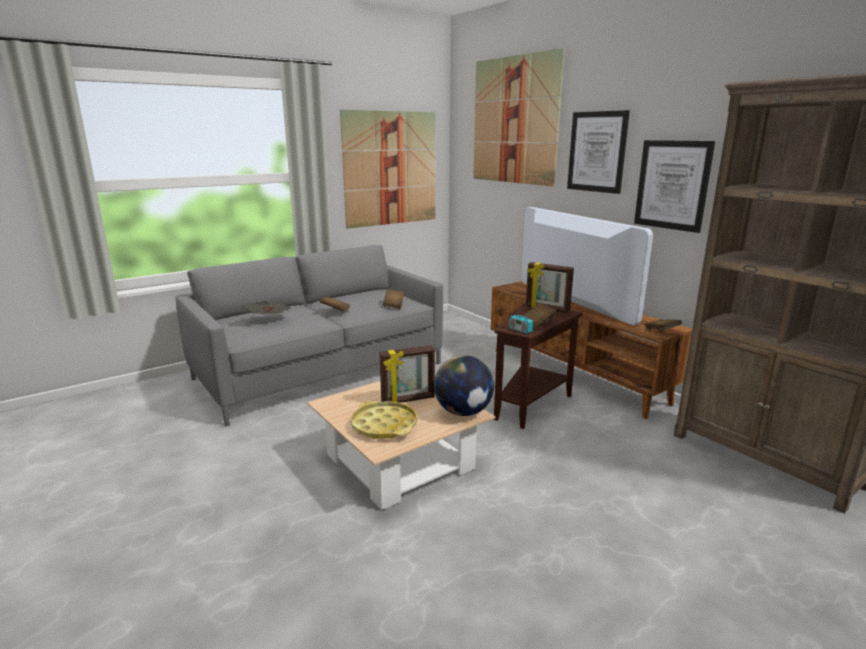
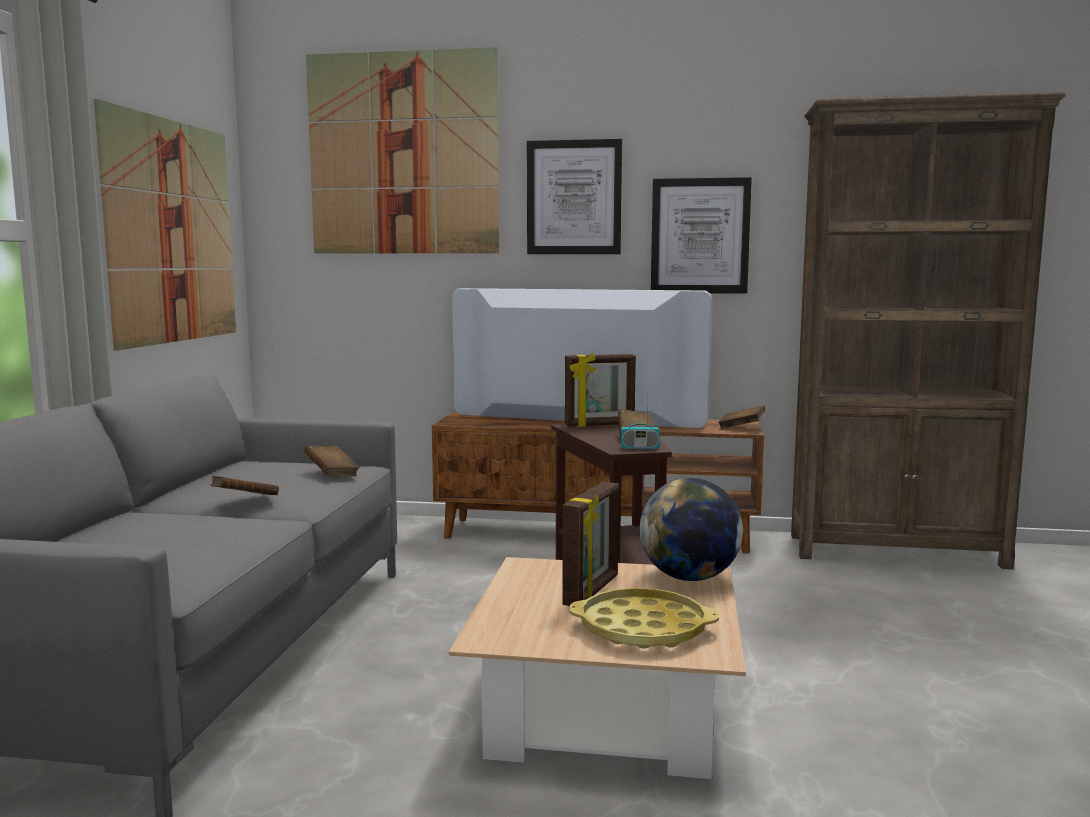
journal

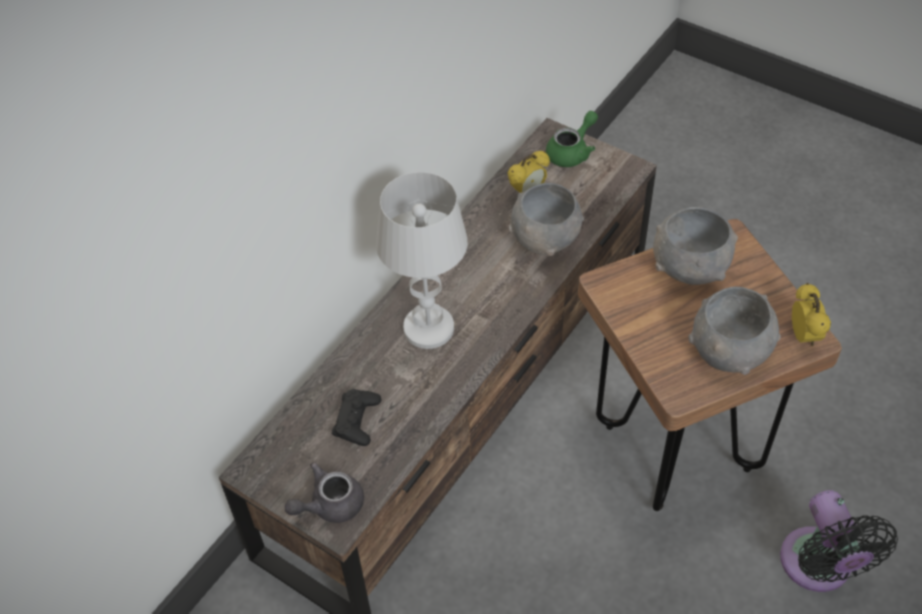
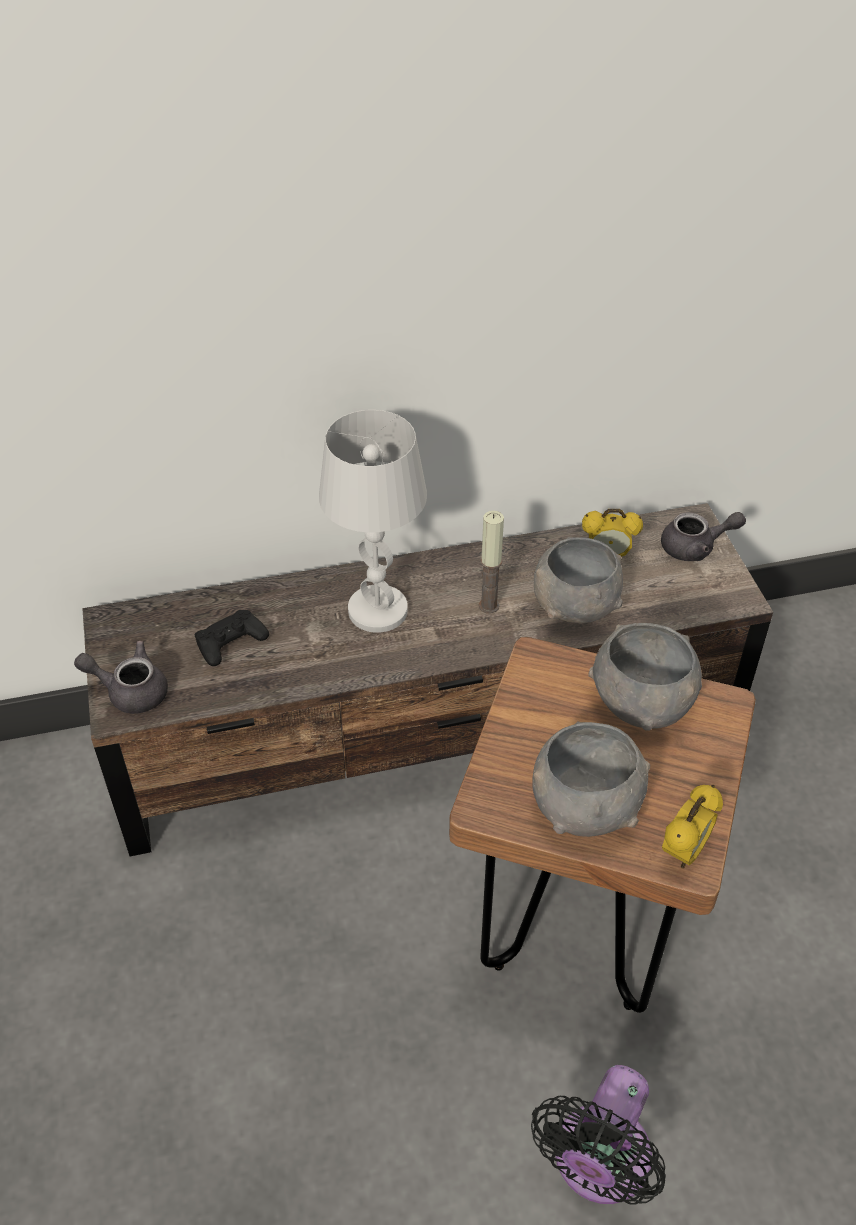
bougie
théière/gris (no. 2 from left)

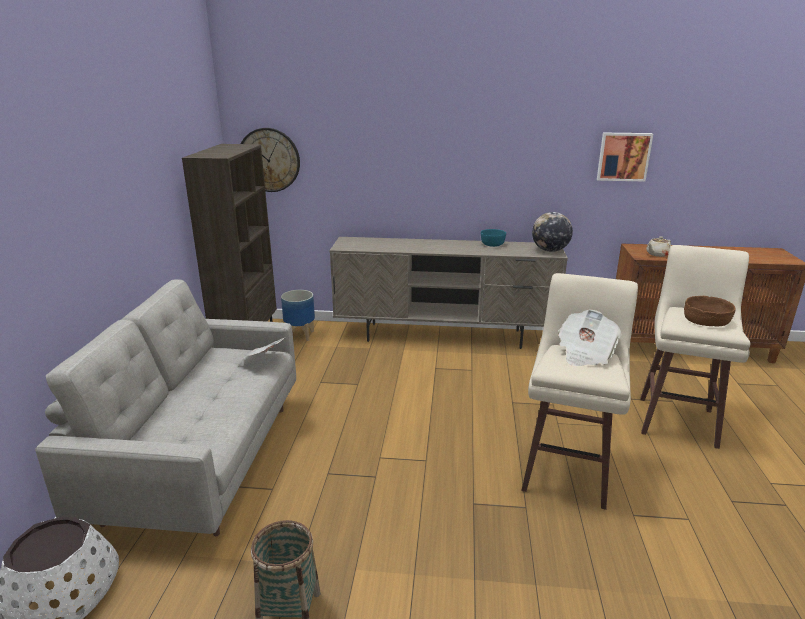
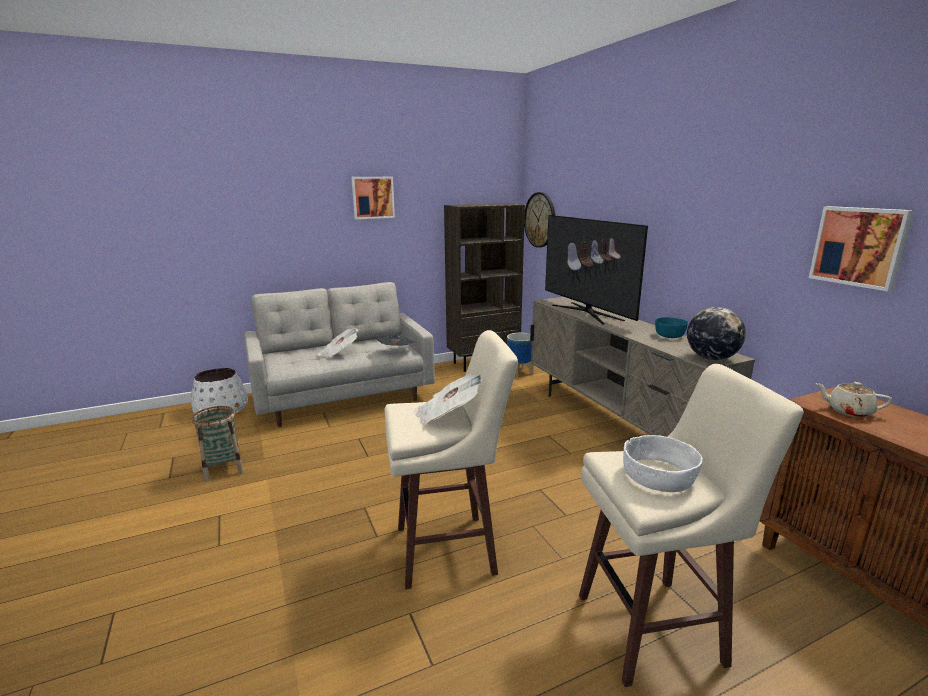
journal (no. 1 from left)
tableau (no. 1 from left)
téléviseur
bol/blanc

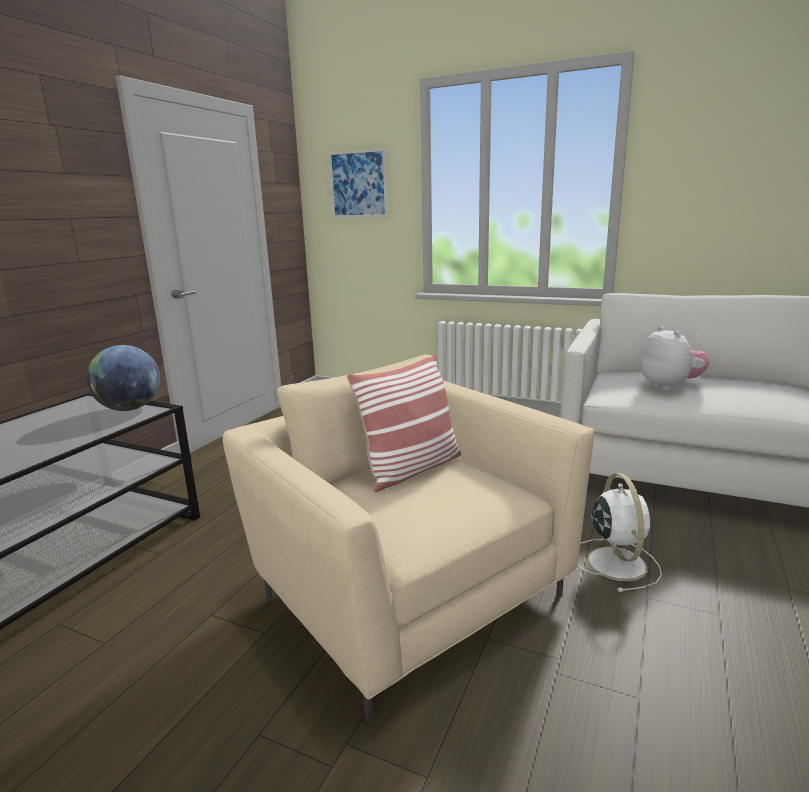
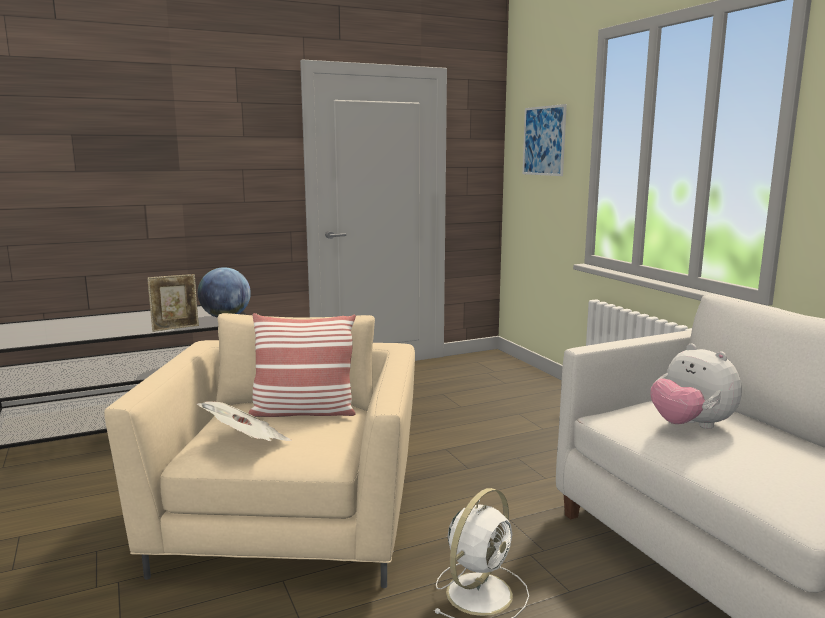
cadre photo
journal
peluche

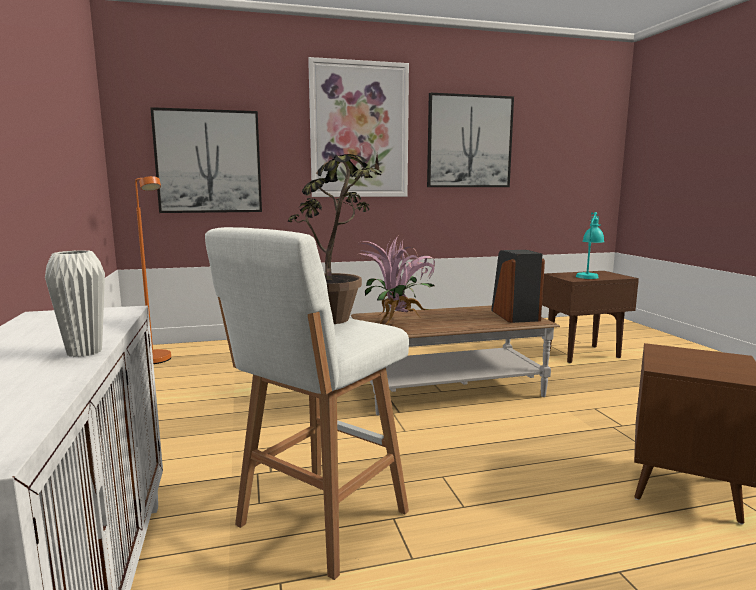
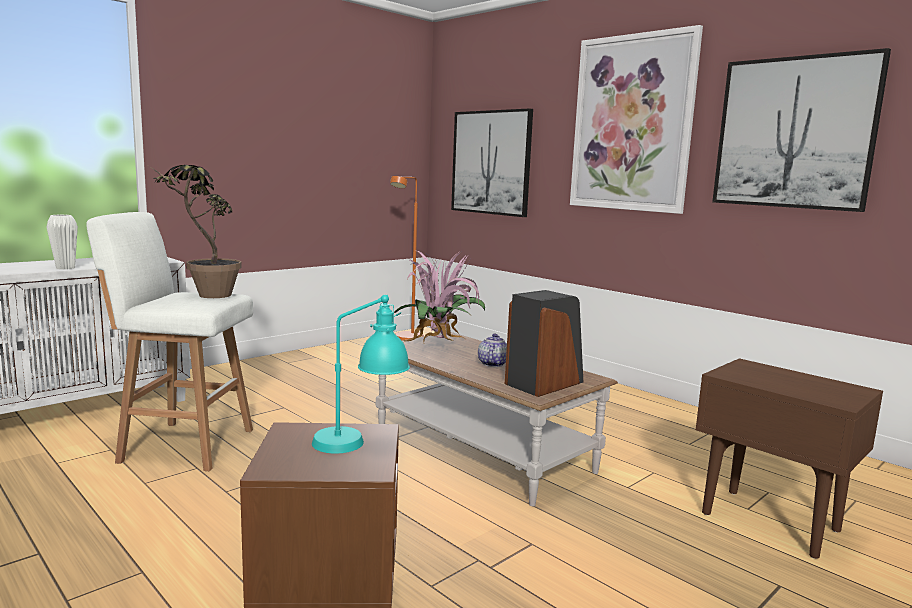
lampe de table/turquoise
théière

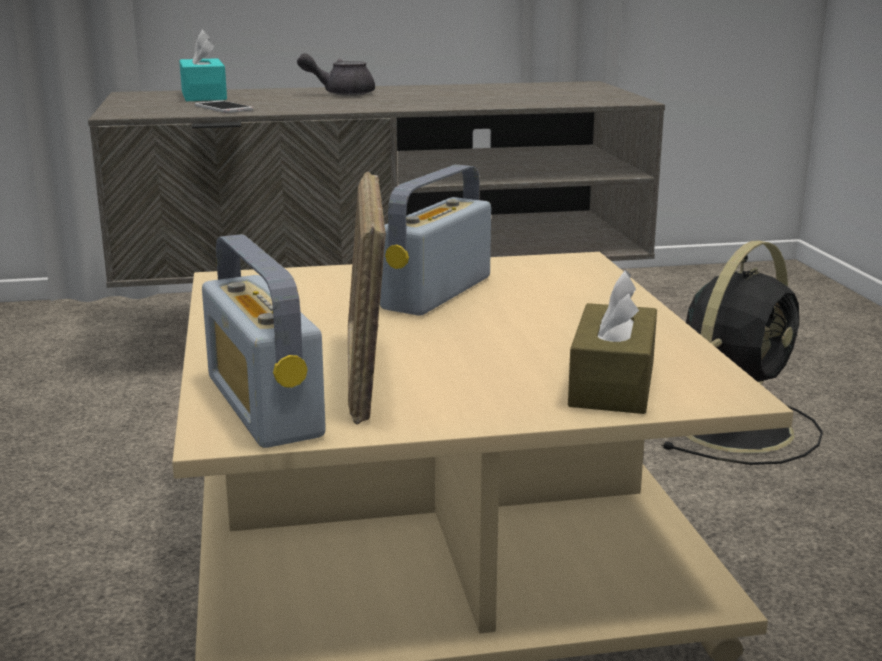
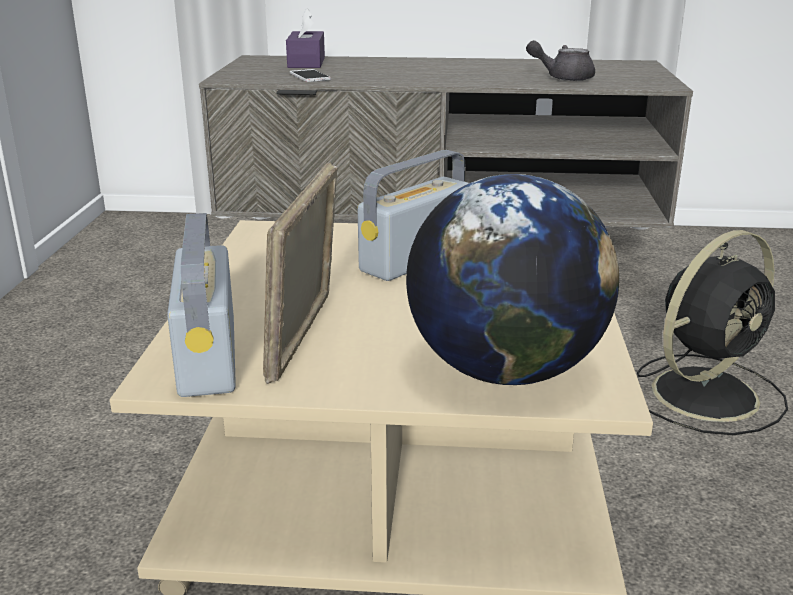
boîte à mouchoirs/violet
globe
théière/gris

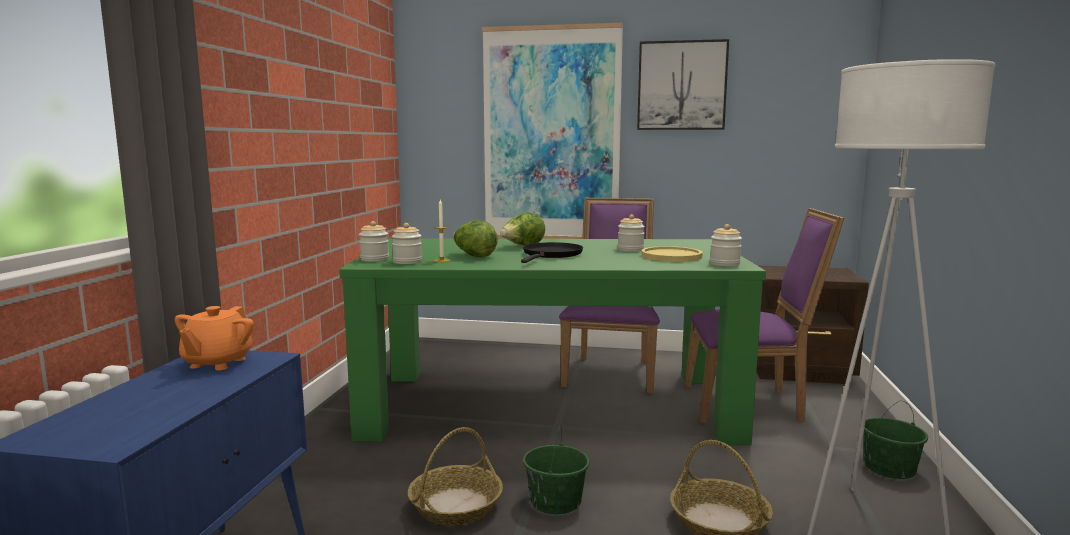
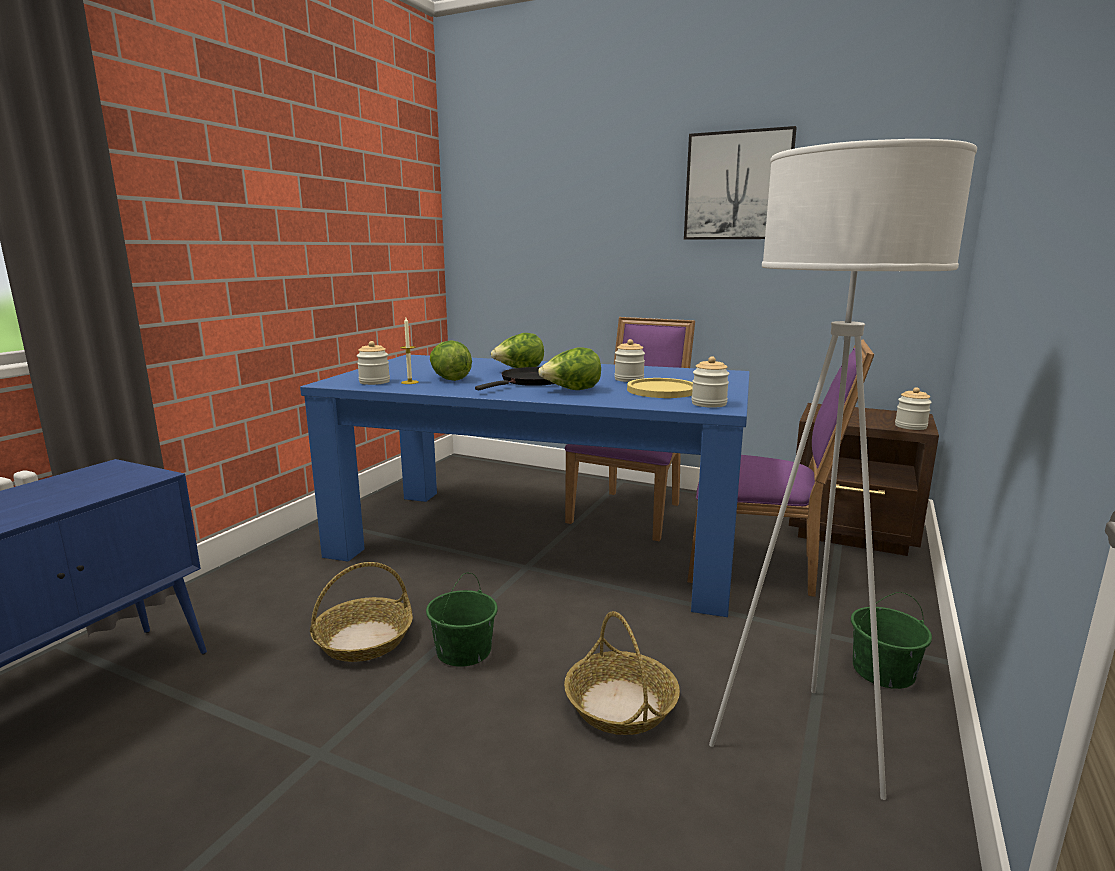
table à manger/bleu
laitue (no. 3 from left)
bocal (no. 4 from left)
théière/orange
tableau (no. 1 from left in the first image)

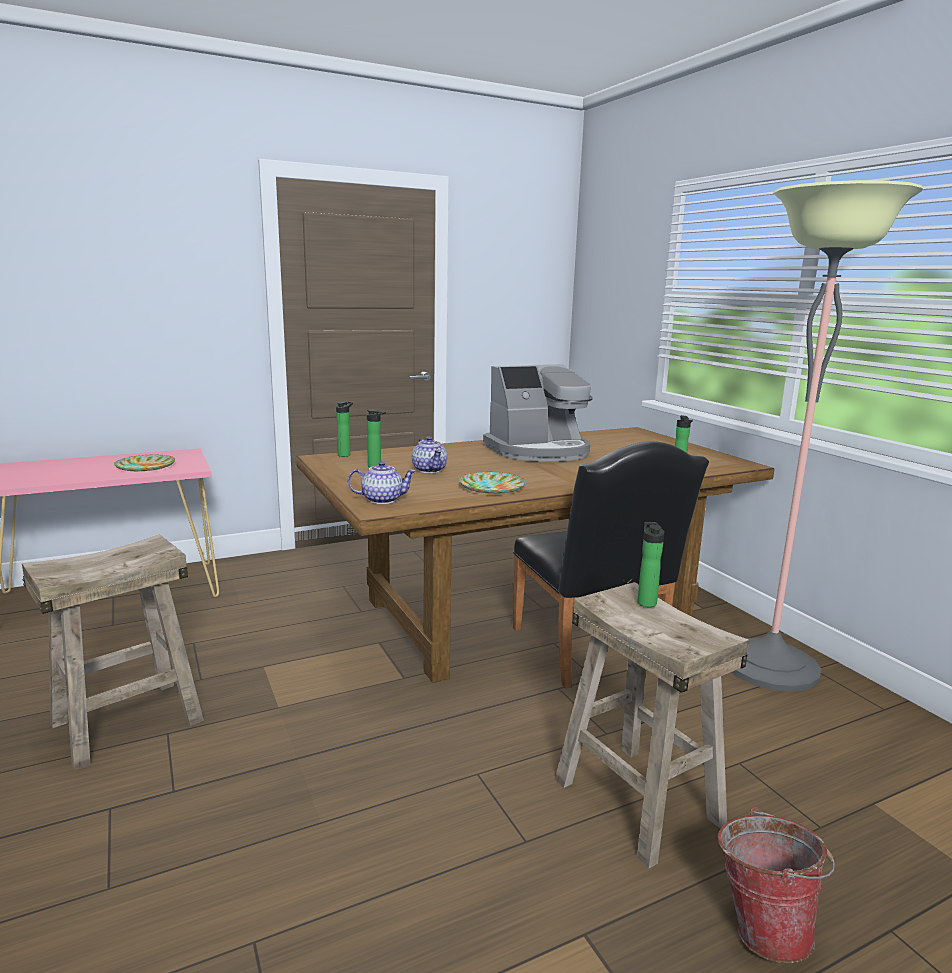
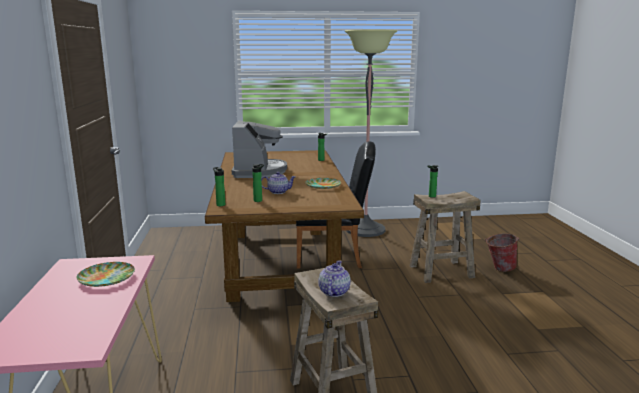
théière (no. 2 from left)

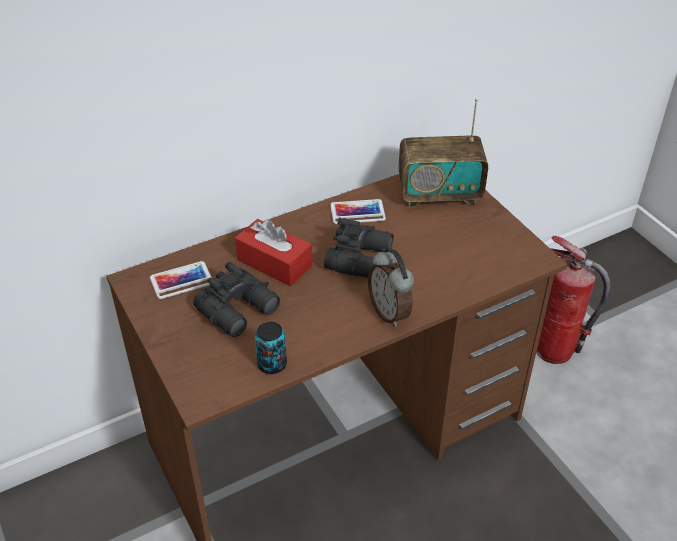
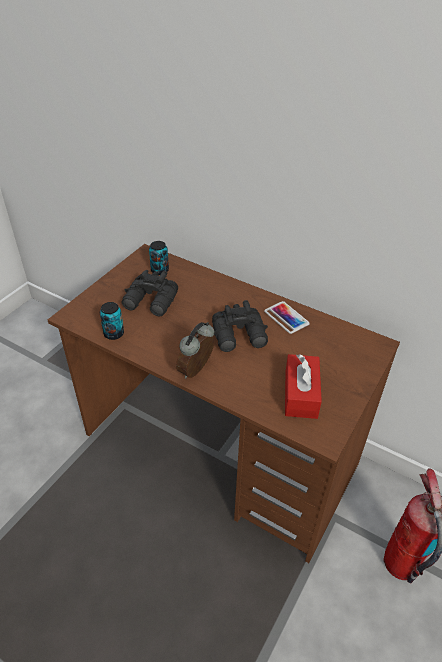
boîte métallique (no. 2 from left)
boîte à mouchoirs/rouge
radio

